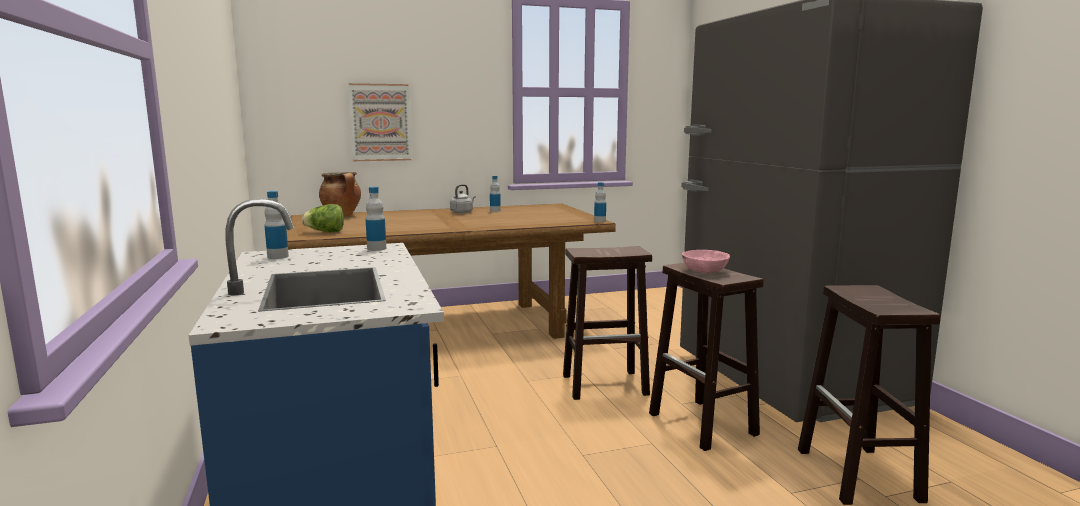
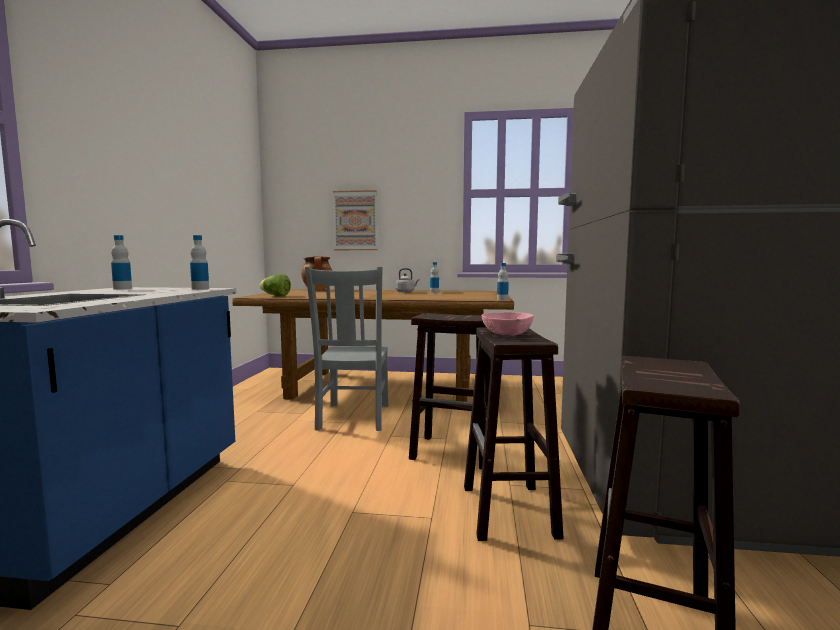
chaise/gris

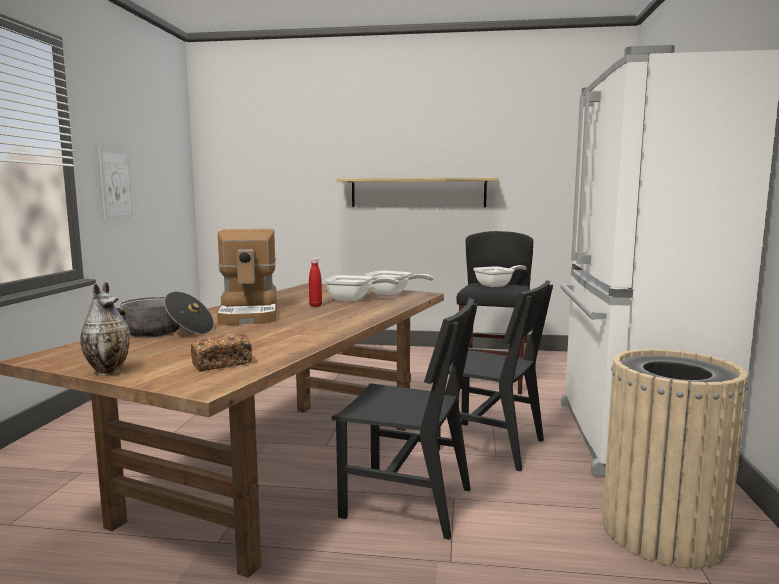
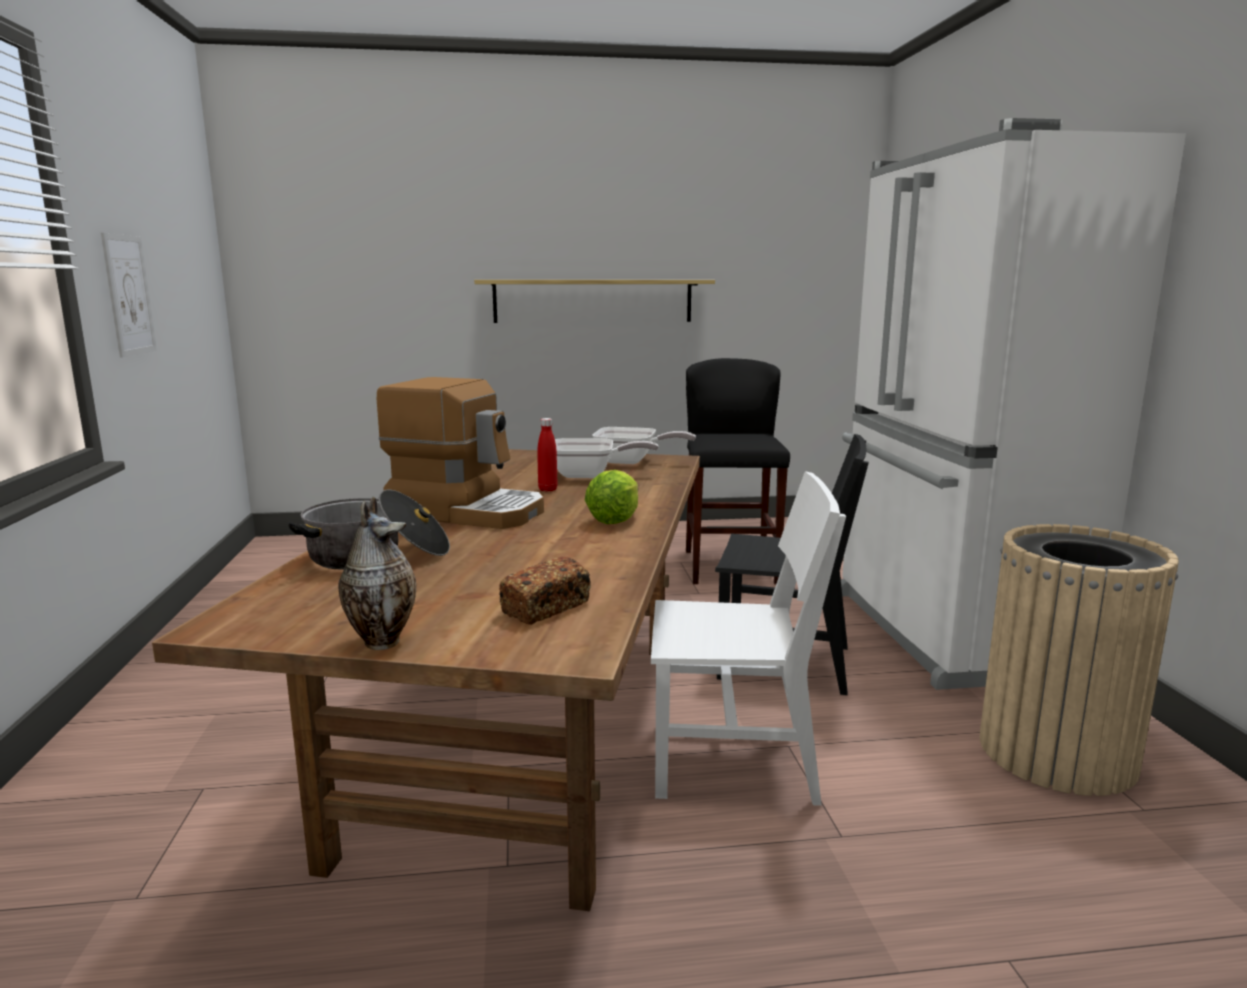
machine à café
laitue
chaise/blanc
poêle (no. 3 from left in the first image)

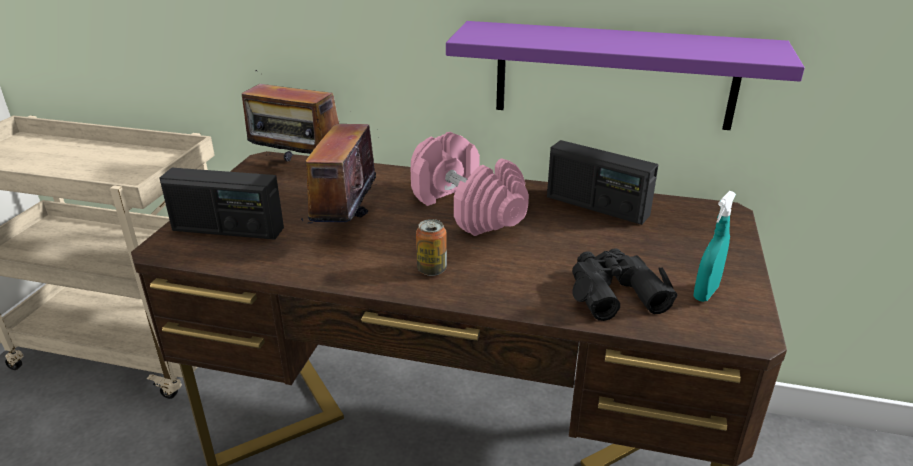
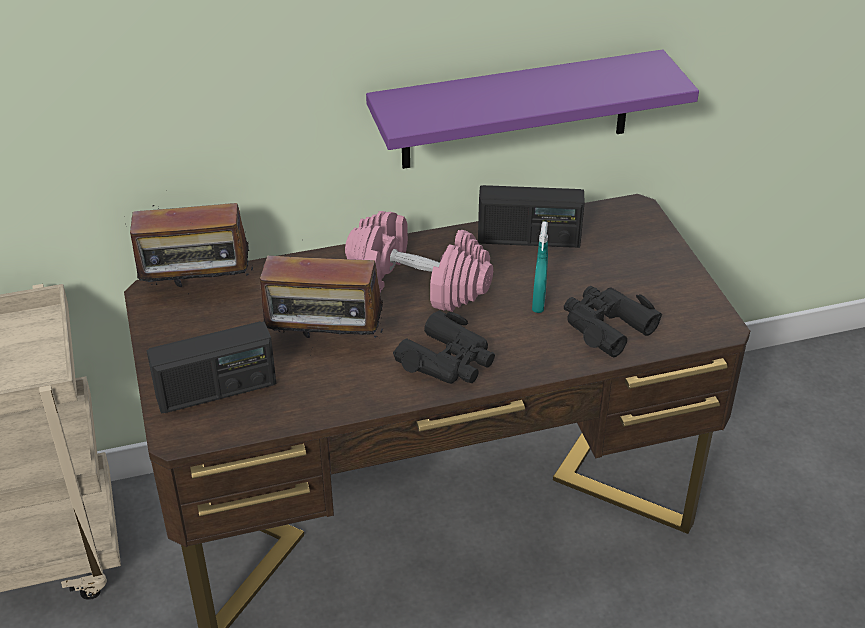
radio (no. 3 from left)
jumelles/noir (no. 1 from left)
vaporisateur/turquoise

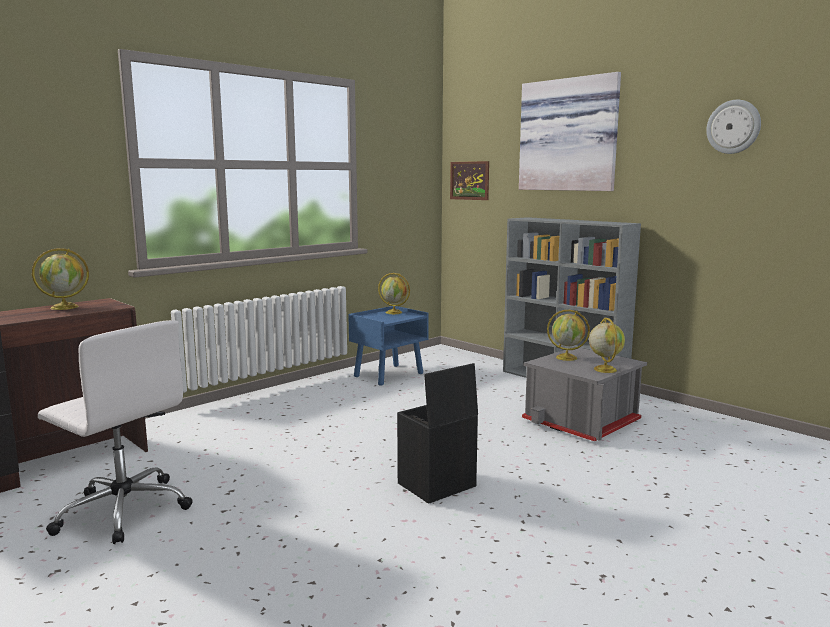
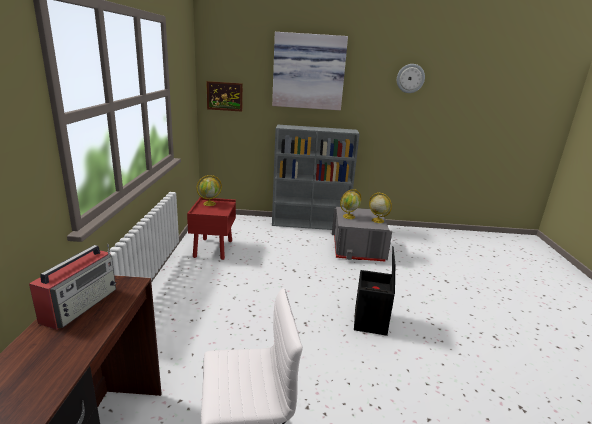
radio
table de chevet/rouge

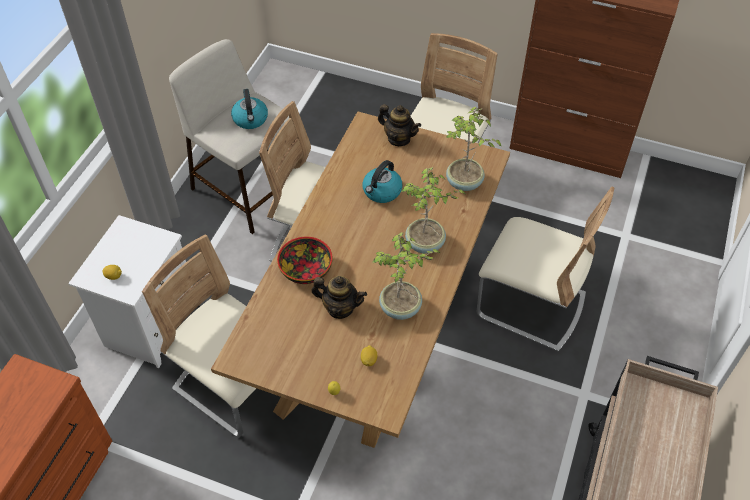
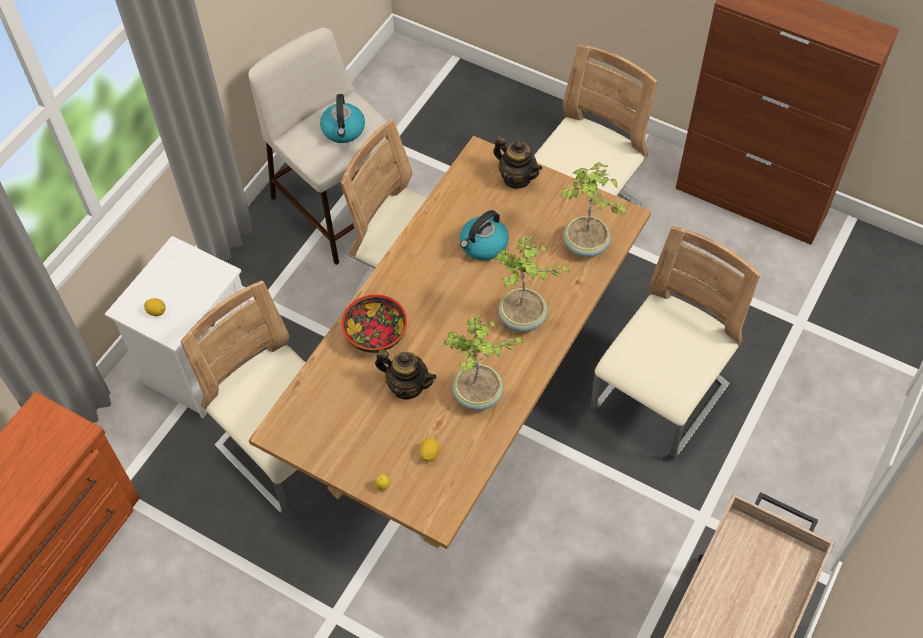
chaise/beige (no. 4 from left)

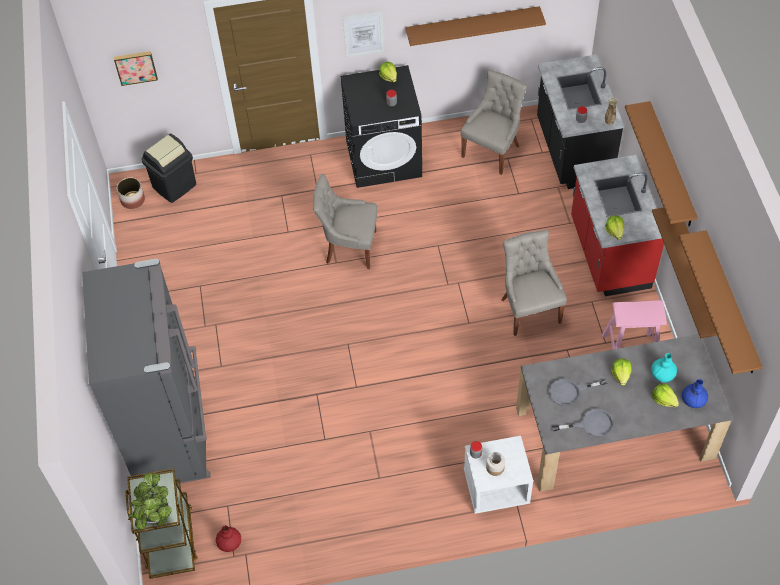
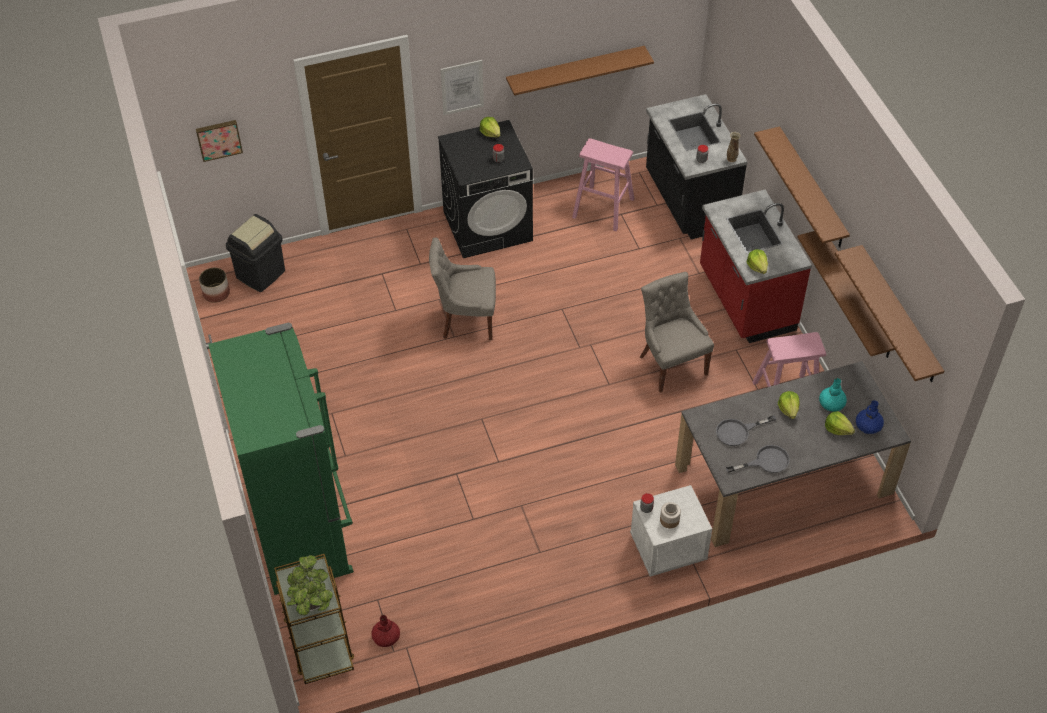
réfrigérateur/vert
tabouret/rose (no. 1 from left)

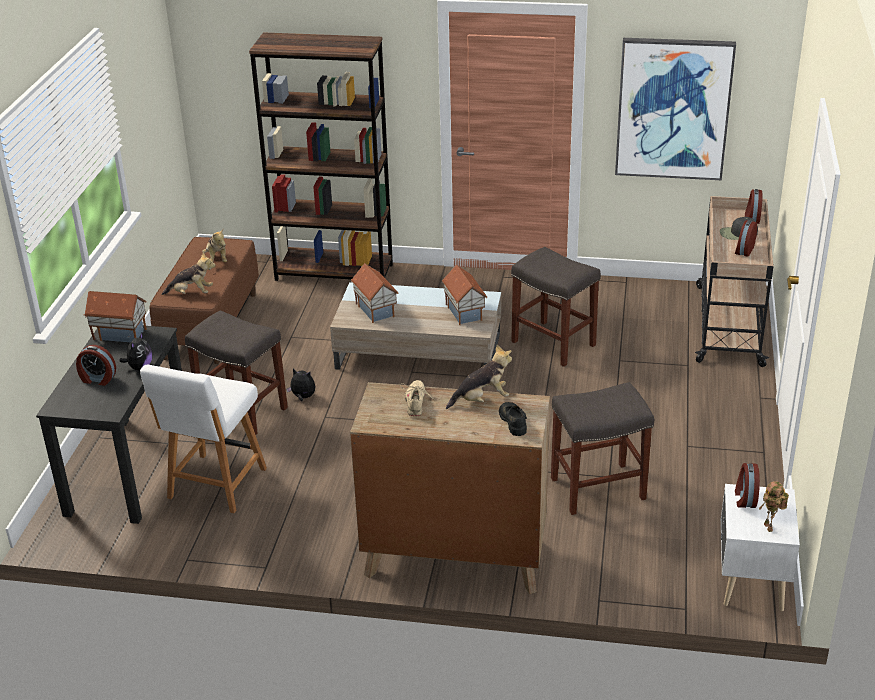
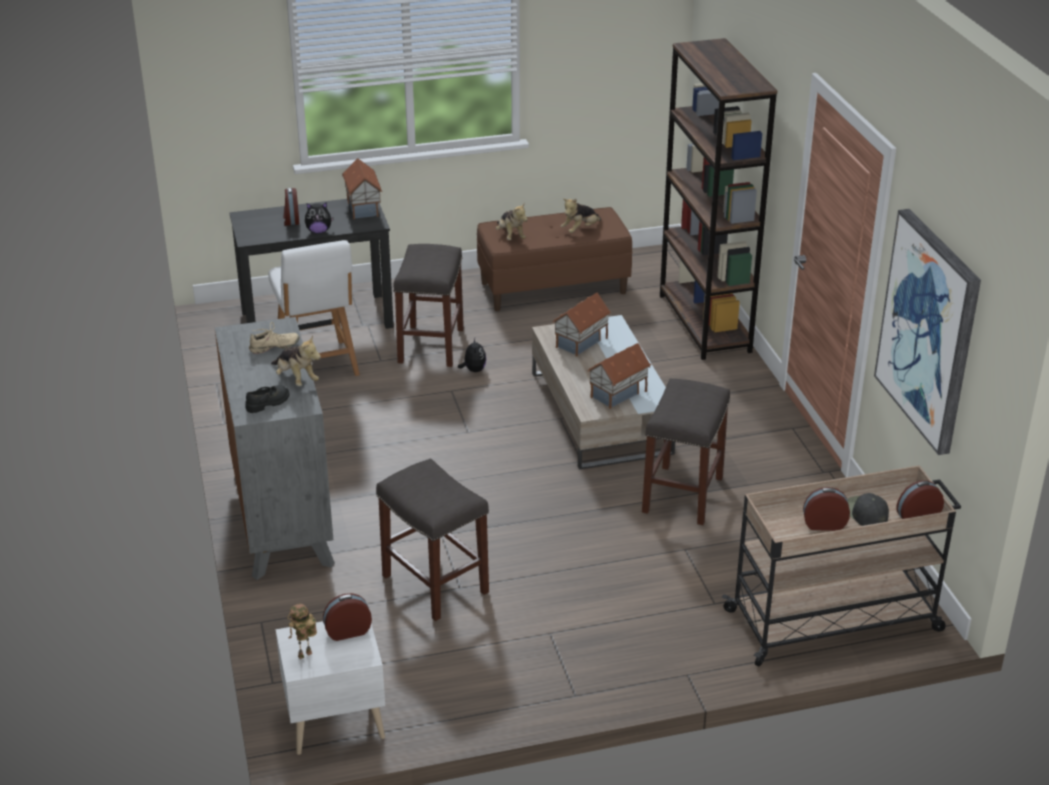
commode/gris
chaise/blanc

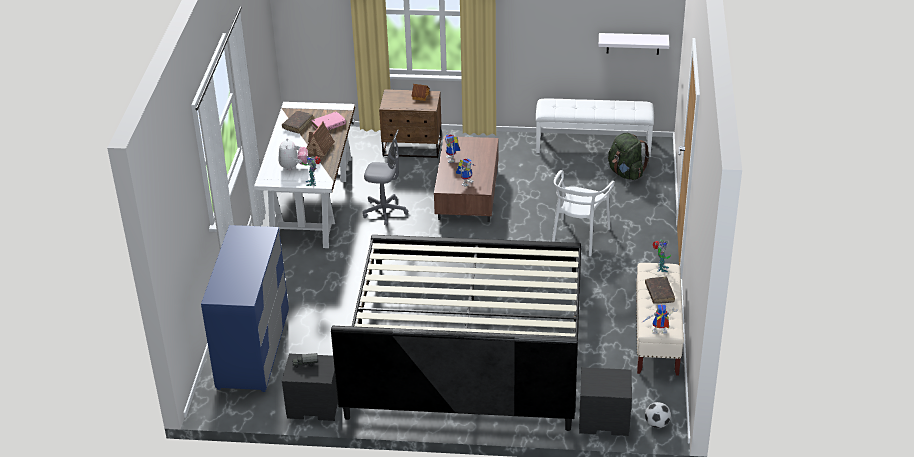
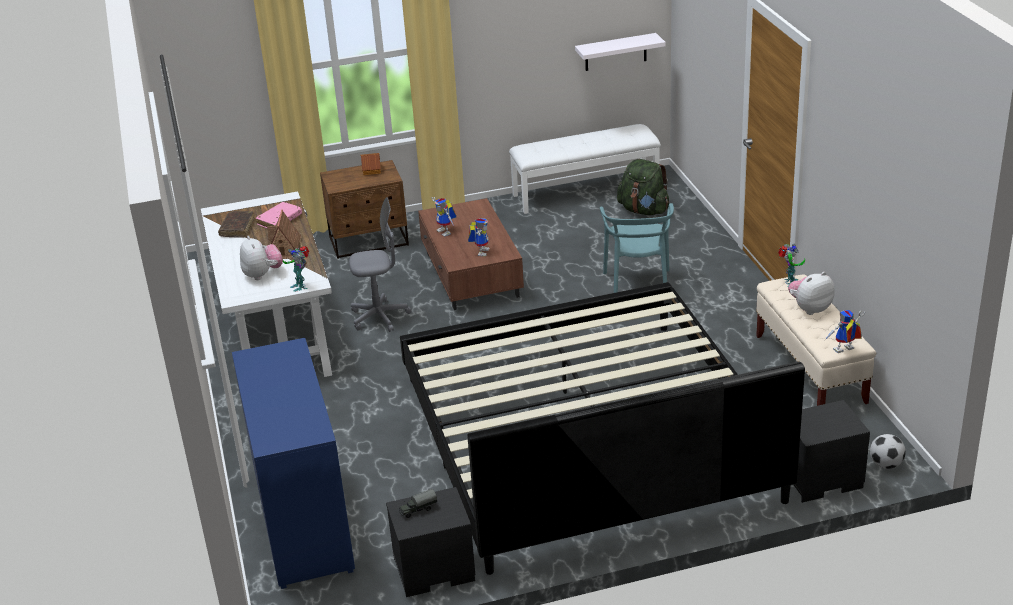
chaise/turquoise
peluche (no. 2 from left)

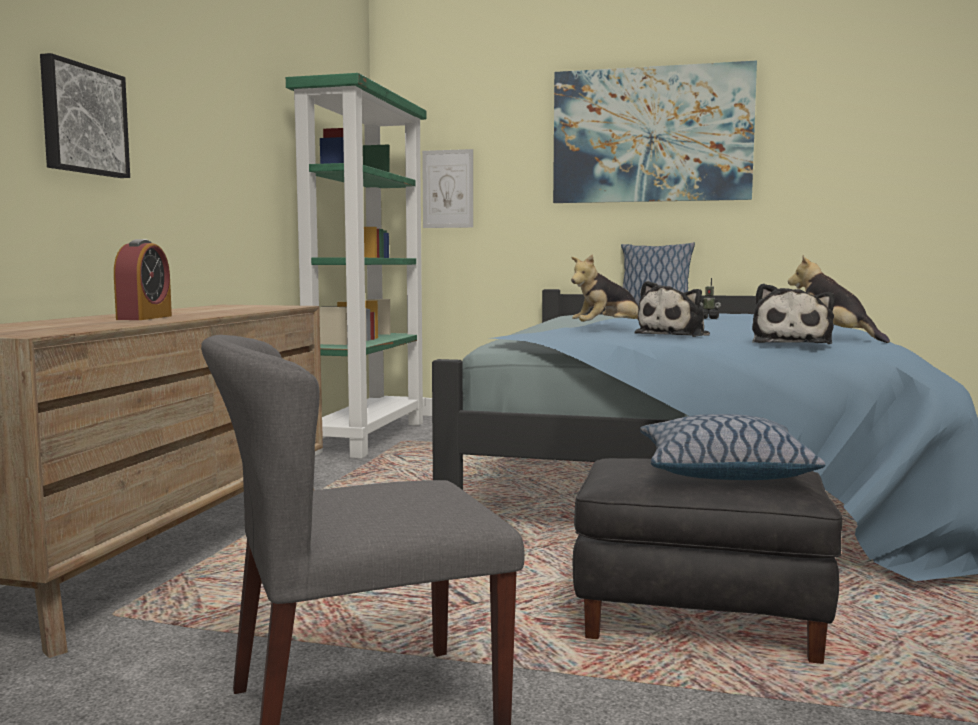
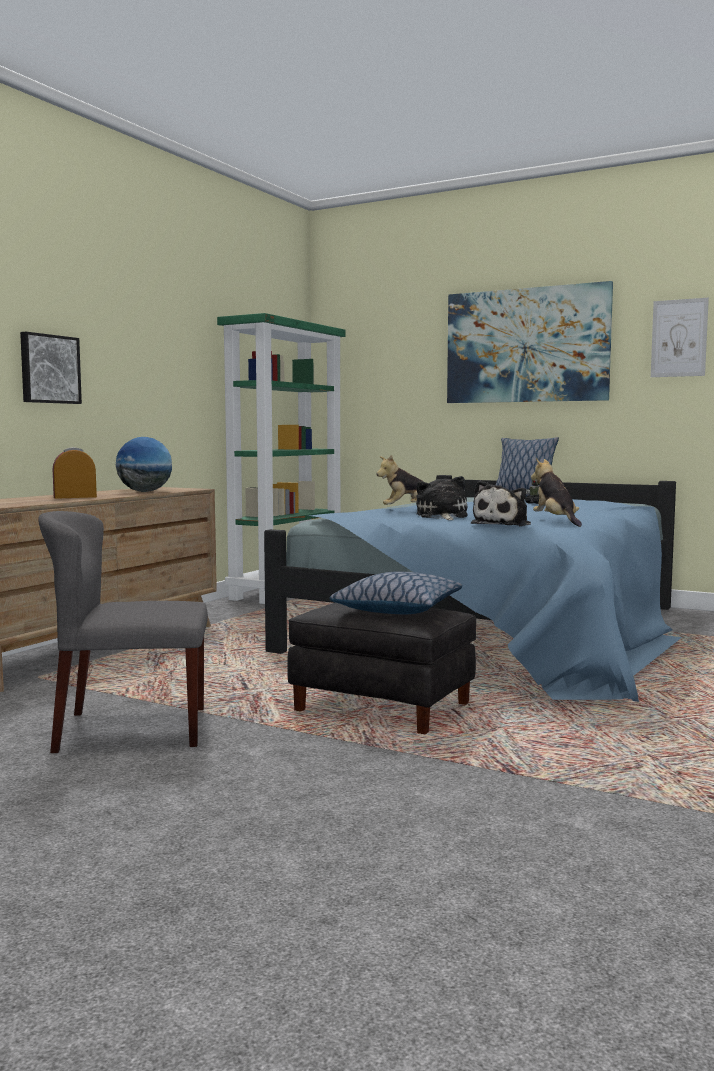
réveil
globe
peluche (no. 2 from left)
tableau (no. 3 from left)

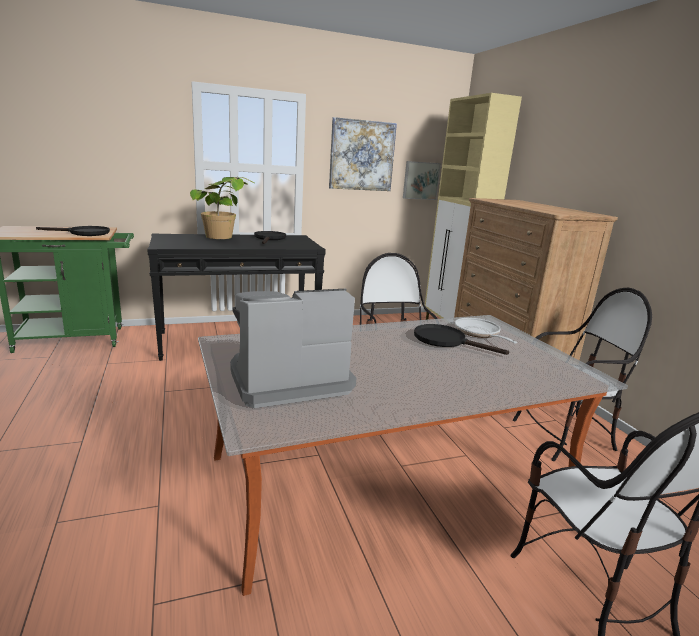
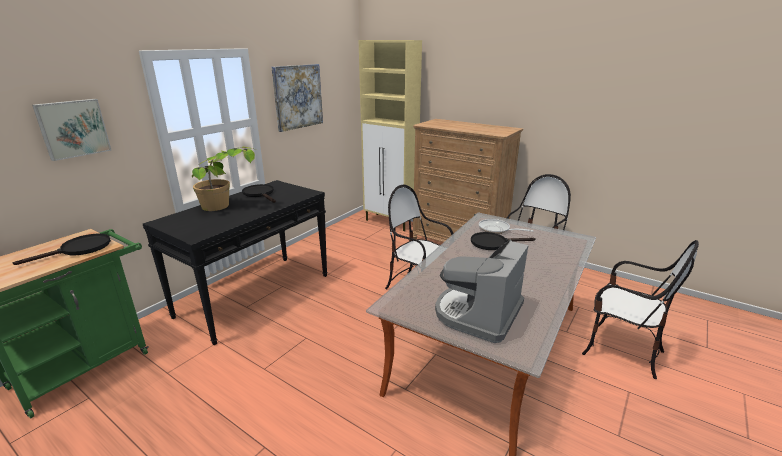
tableau (no. 1 from left)

